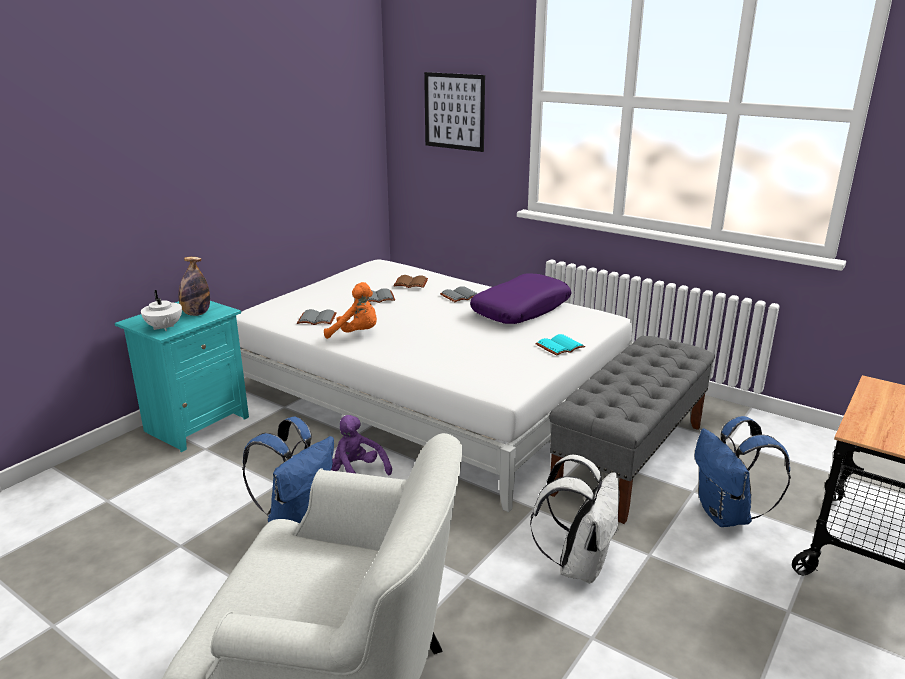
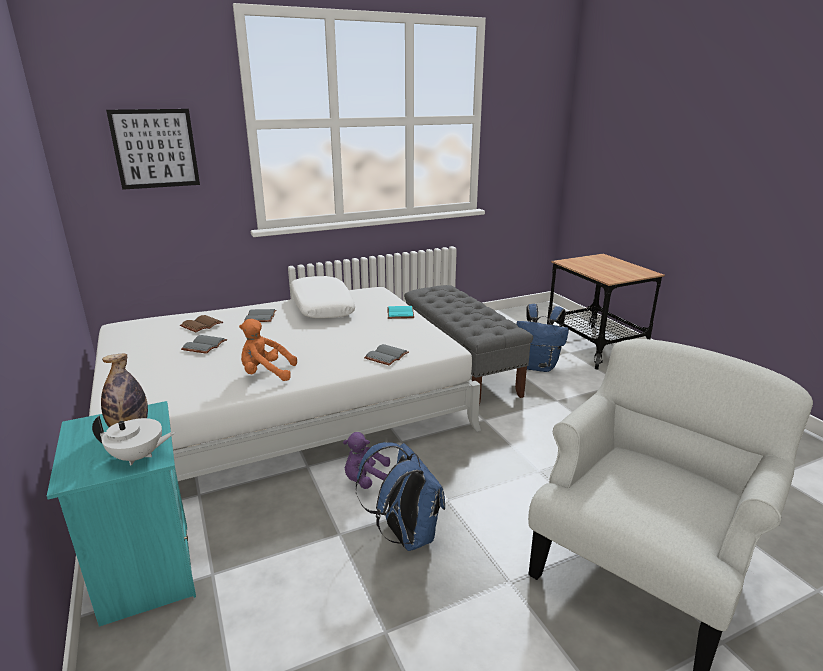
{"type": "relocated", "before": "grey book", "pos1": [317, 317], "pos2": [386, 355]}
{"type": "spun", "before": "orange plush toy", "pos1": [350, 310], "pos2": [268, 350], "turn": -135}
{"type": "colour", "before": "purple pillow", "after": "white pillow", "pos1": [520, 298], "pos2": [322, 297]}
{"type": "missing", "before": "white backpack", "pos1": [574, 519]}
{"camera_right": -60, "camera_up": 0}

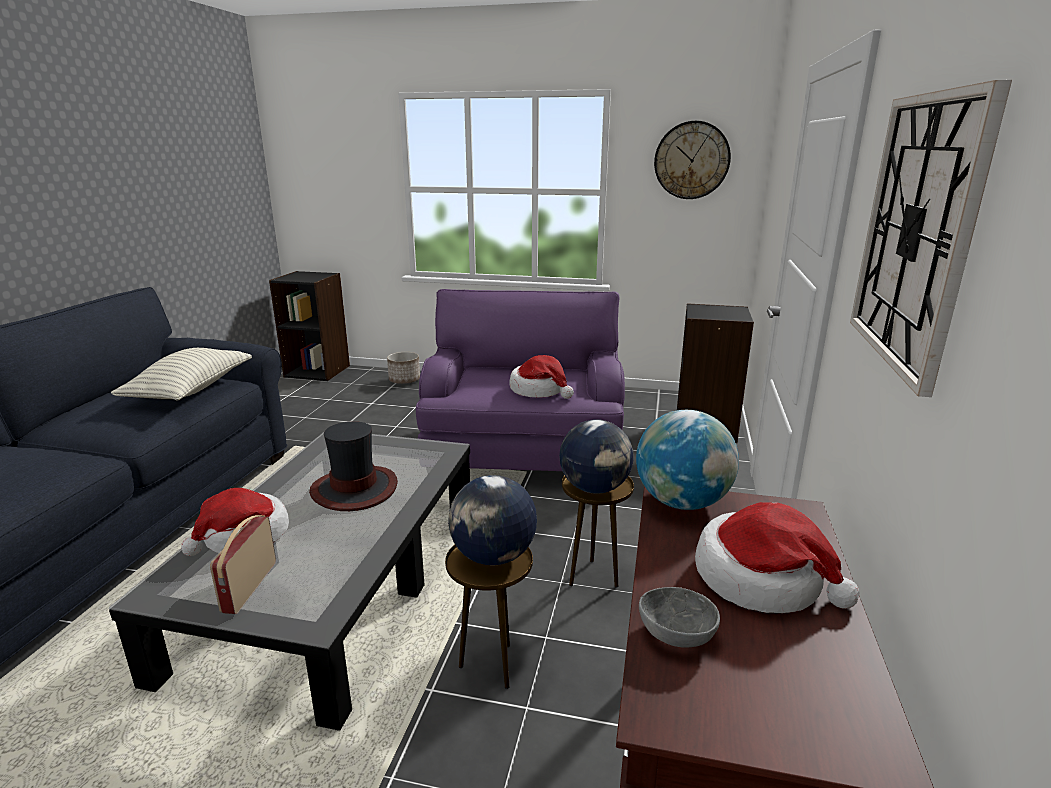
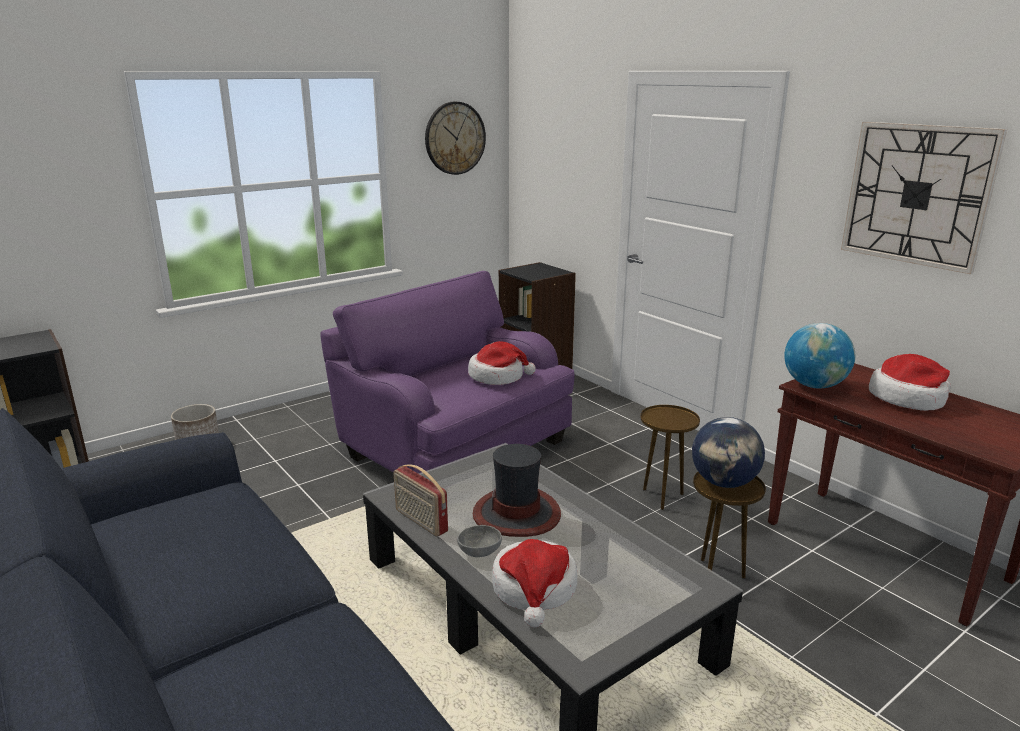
{"type": "missing", "before": "pillow", "pos1": [181, 374]}
{"type": "relocated", "before": "radio", "pos1": [243, 564], "pos2": [420, 500]}
{"type": "missing", "before": "globe", "pos1": [596, 456]}
{"type": "relocated", "before": "grey bowl", "pos1": [679, 617], "pos2": [479, 541]}
{"camera_right": -50, "camera_up": 0}

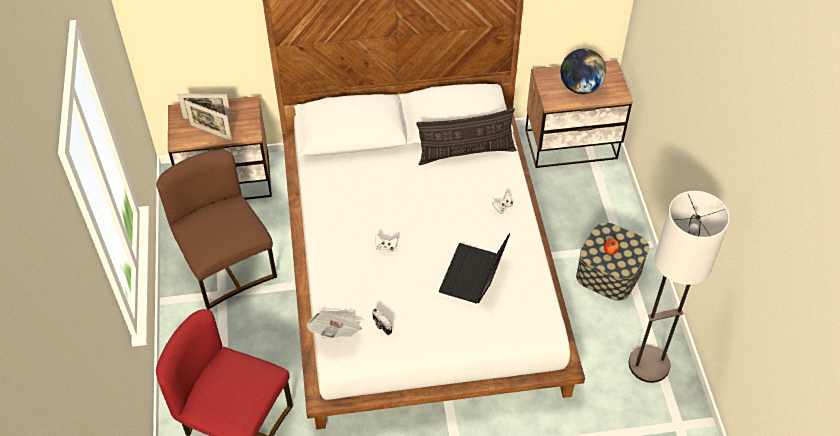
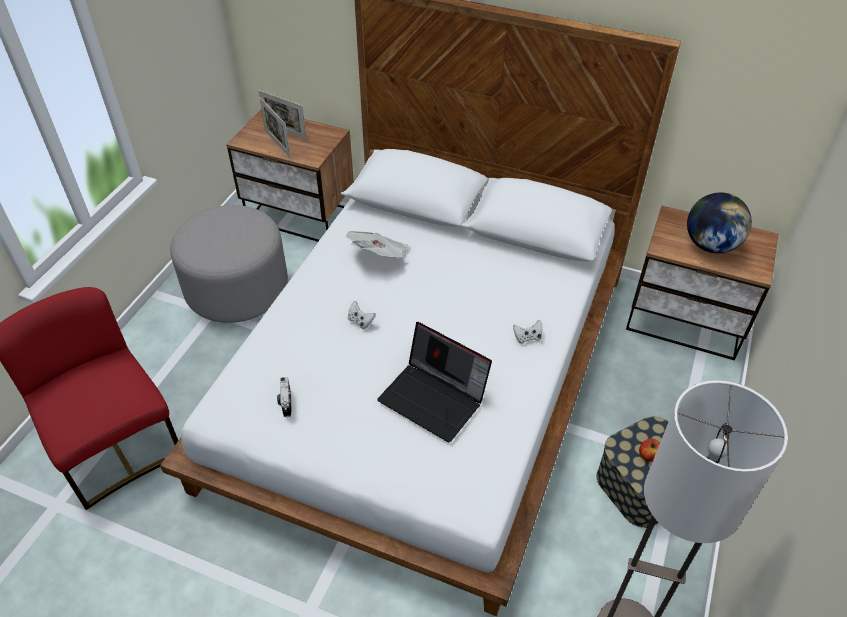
{"type": "exchanged", "before": "brown chair", "after": "grey ottoman", "pos1": [217, 230], "pos2": [229, 264]}
{"type": "relocated", "before": "newspaper", "pos1": [334, 324], "pos2": [377, 244]}
{"type": "missing", "before": "pillow", "pos1": [466, 136]}
{"type": "spun", "before": "laptop", "pos1": [474, 268], "pos2": [434, 382], "turn": -105}
{"camera_right": 30, "camera_up": -5}

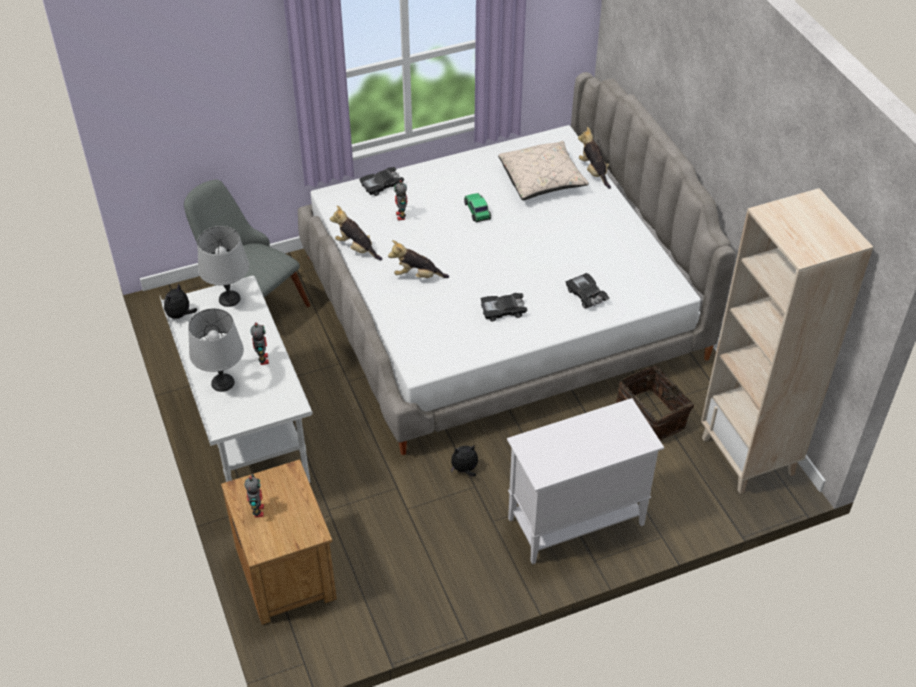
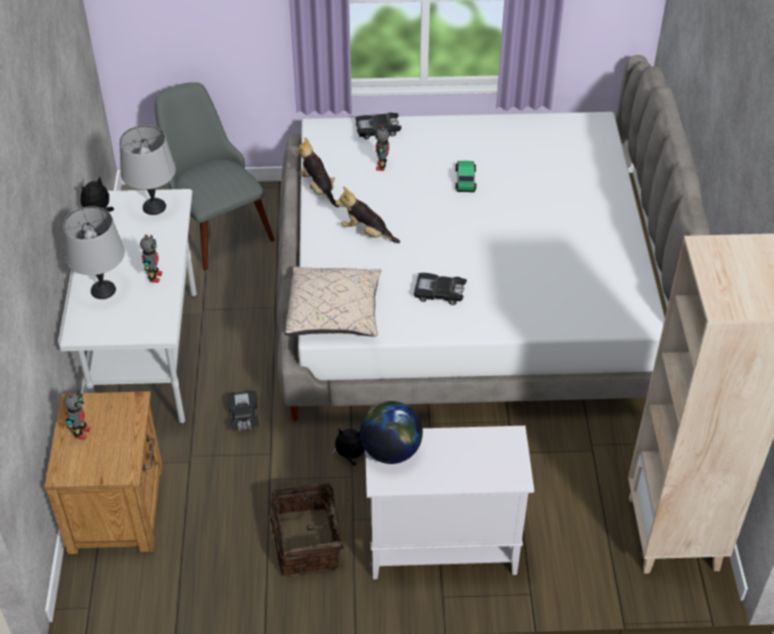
{"type": "relocated", "before": "beige pillow", "pos1": [543, 170], "pos2": [332, 302]}
{"type": "relocated", "before": "black toy car", "pos1": [588, 291], "pos2": [242, 410]}
{"type": "missing", "before": "plush toy", "pos1": [594, 158]}
{"type": "relocated", "before": "basket", "pos1": [655, 402], "pos2": [309, 530]}
{"type": "appeared", "after": "globe", "pos2": [391, 432]}
{"camera_right": 20, "camera_up": 0}

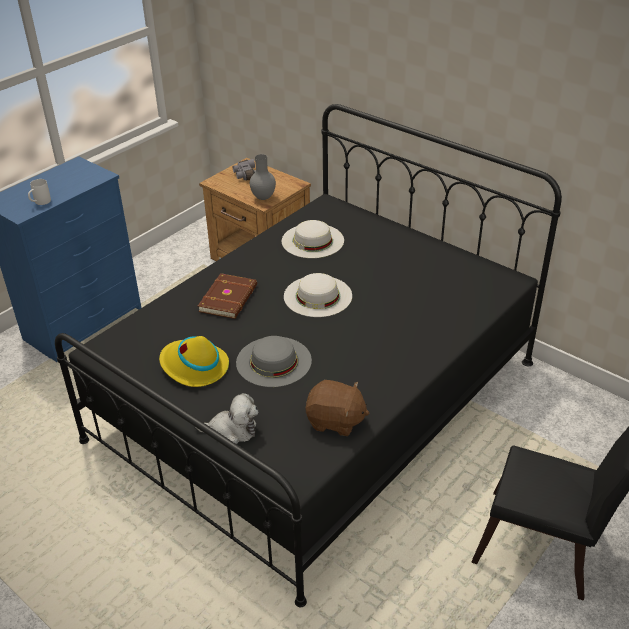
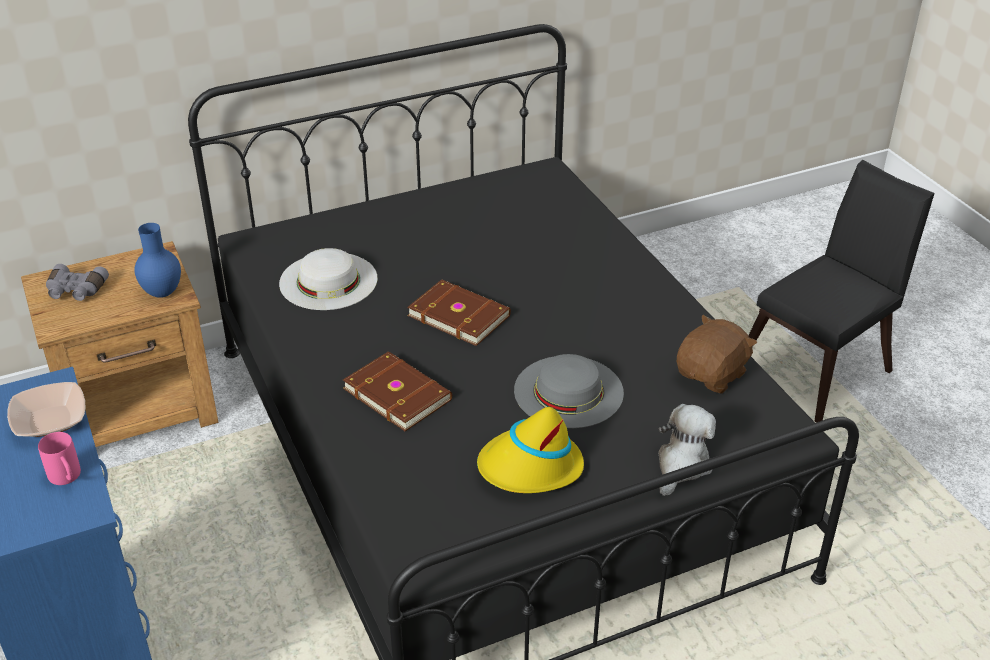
{"type": "colour", "before": "white mug", "after": "pink mug", "pos1": [39, 192], "pos2": [59, 458]}
{"type": "colour", "before": "grey vase", "after": "blue vase", "pos1": [263, 177], "pos2": [157, 260]}
{"type": "exchanged", "before": "white hat", "after": "brown book", "pos1": [318, 295], "pos2": [459, 313]}
{"type": "appeared", "after": "bowl", "pos2": [46, 409]}
{"camera_right": -65, "camera_up": 0}

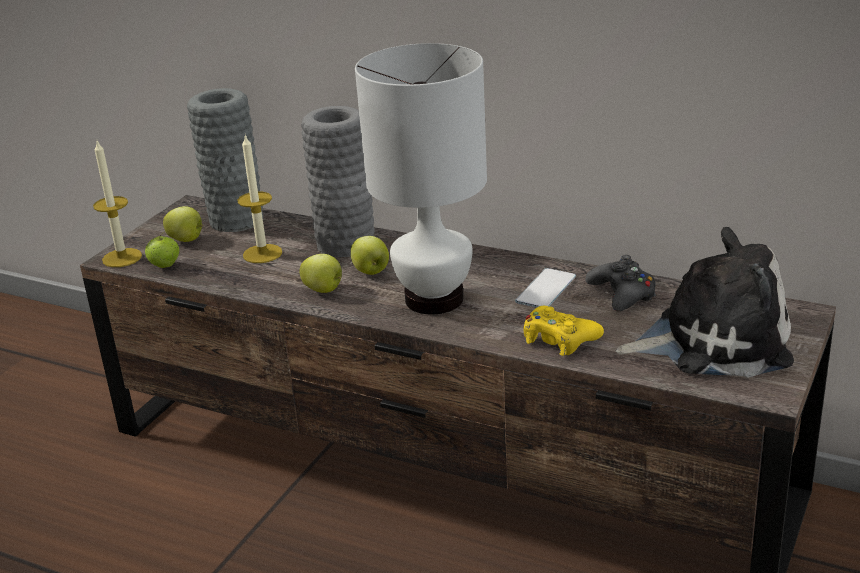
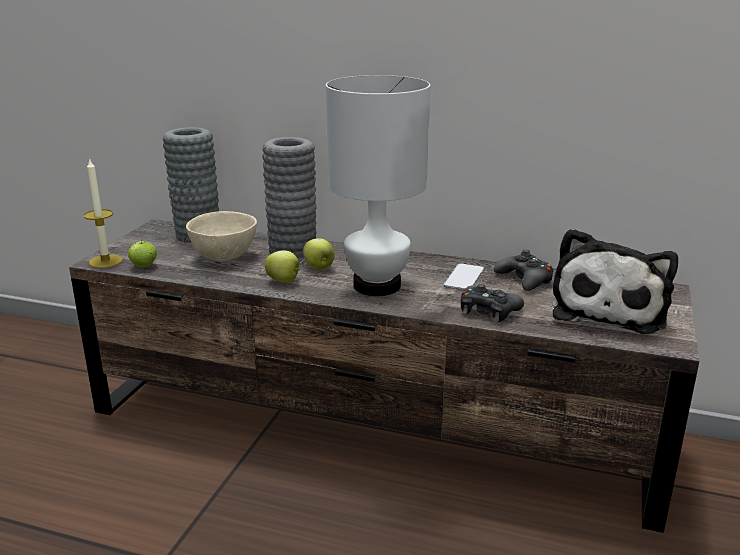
{"type": "missing", "before": "apple", "pos1": [183, 224]}
{"type": "exchanged", "before": "candle", "after": "beige bowl", "pos1": [260, 199], "pos2": [221, 236]}
{"type": "colour", "before": "yellow game controller", "after": "black game controller", "pos1": [564, 331], "pos2": [492, 303]}
{"type": "spun", "before": "plush toy", "pos1": [705, 302], "pos2": [615, 281], "turn": 120}
{"camera_right": -10, "camera_up": -5}

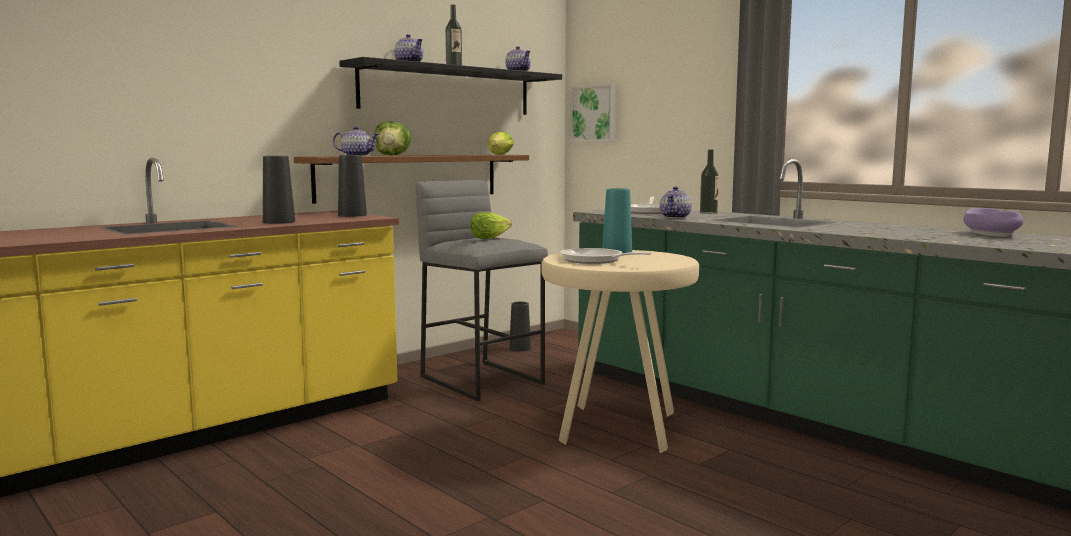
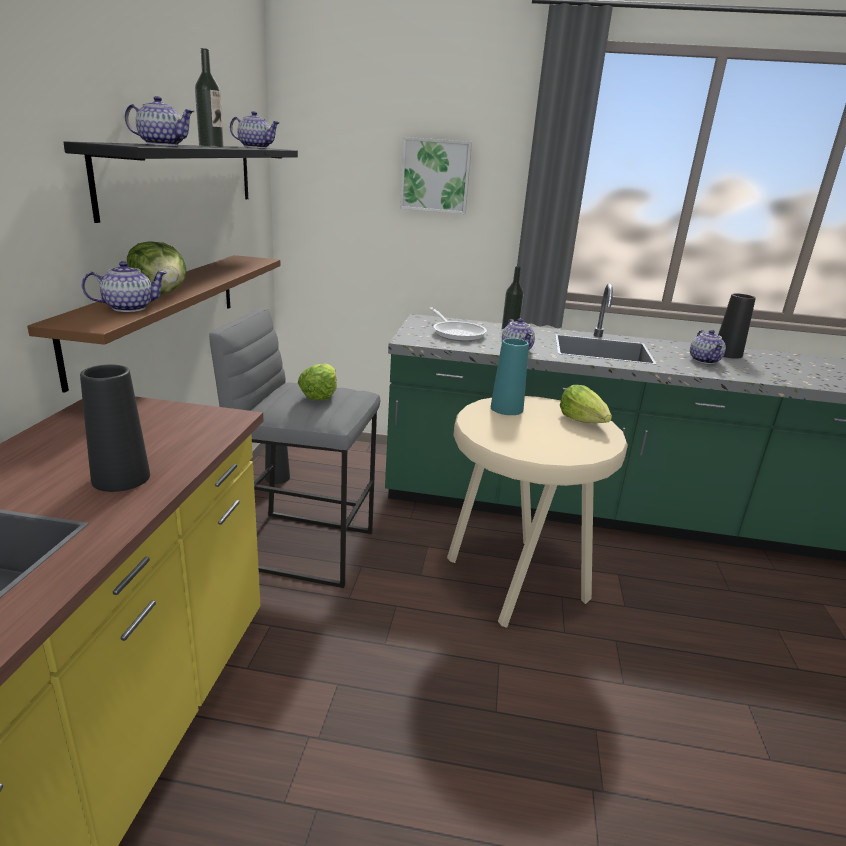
{"type": "relocated", "before": "black vase", "pos1": [352, 186], "pos2": [737, 326]}
{"type": "relocated", "before": "lettuce", "pos1": [501, 143], "pos2": [586, 404]}
{"type": "missing", "before": "frying pan", "pos1": [605, 256]}
{"type": "relocated", "before": "picture", "pos1": [593, 113], "pos2": [436, 175]}
{"type": "missing", "before": "purple bowl", "pos1": [993, 222]}
{"type": "appeared", "after": "teapot", "pos2": [708, 347]}
{"camera_right": -40, "camera_up": 15}

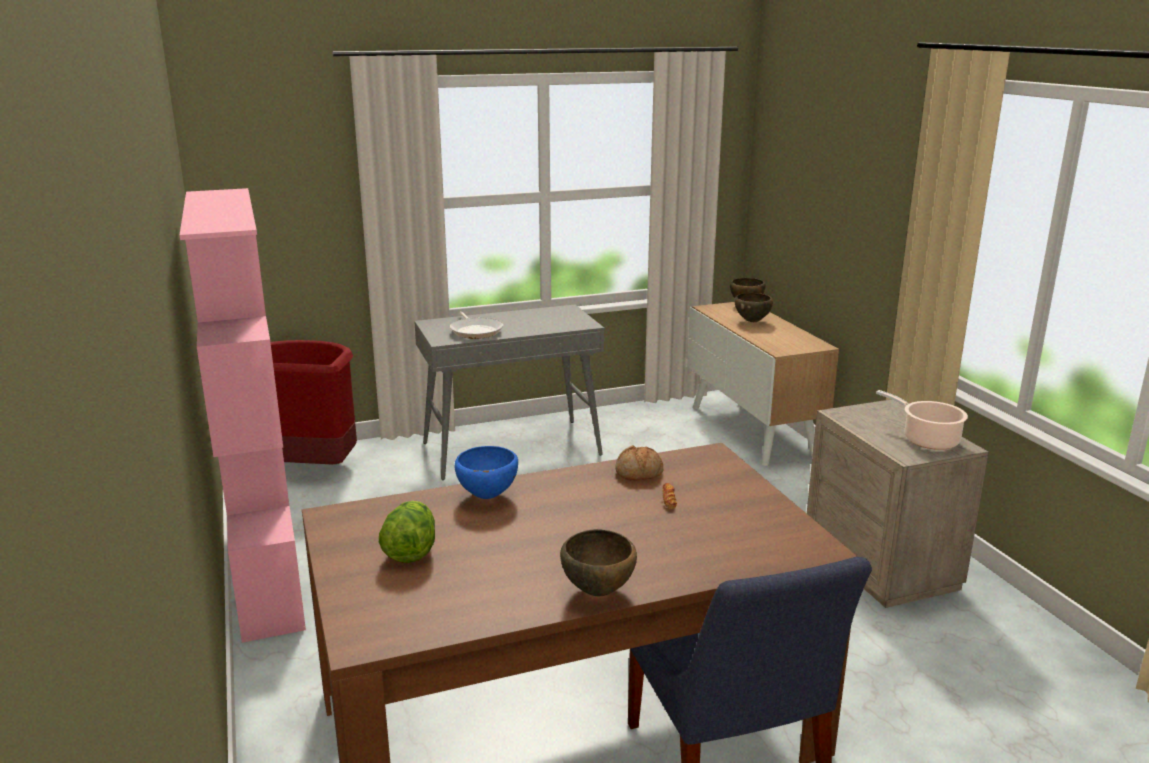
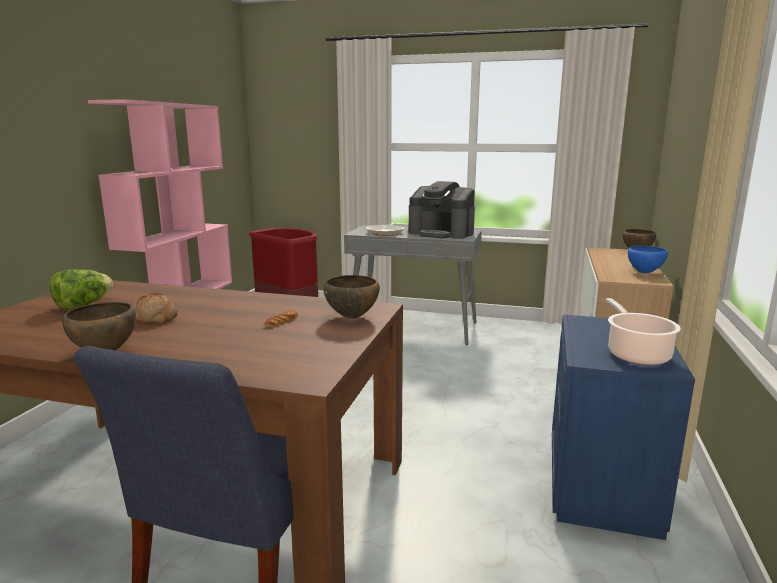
{"type": "relocated", "before": "blue bowl", "pos1": [486, 472], "pos2": [648, 259]}
{"type": "relocated", "before": "bread", "pos1": [639, 462], "pos2": [155, 308]}
{"type": "relocated", "before": "brown bowl", "pos1": [754, 307], "pos2": [351, 297]}
{"type": "colour", "before": "beige nightstand", "after": "blue nightstand", "pos1": [898, 503], "pos2": [623, 427]}
{"type": "appeared", "after": "coffee machine", "pos2": [442, 210]}
{"camera_right": 35, "camera_up": -5}

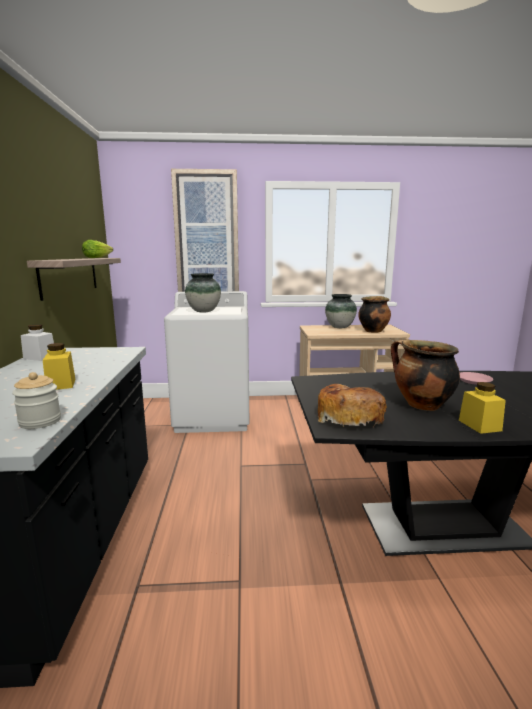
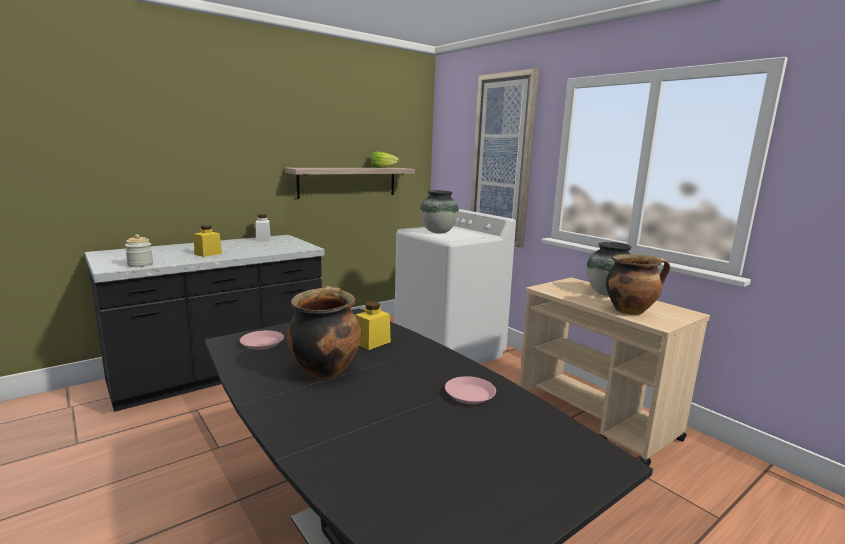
{"type": "exchanged", "before": "bread", "after": "pink plate", "pos1": [352, 406], "pos2": [262, 340]}
{"type": "relocated", "before": "yellow jar", "pos1": [482, 408], "pos2": [373, 325]}
{"camera_right": 55, "camera_up": 0}

